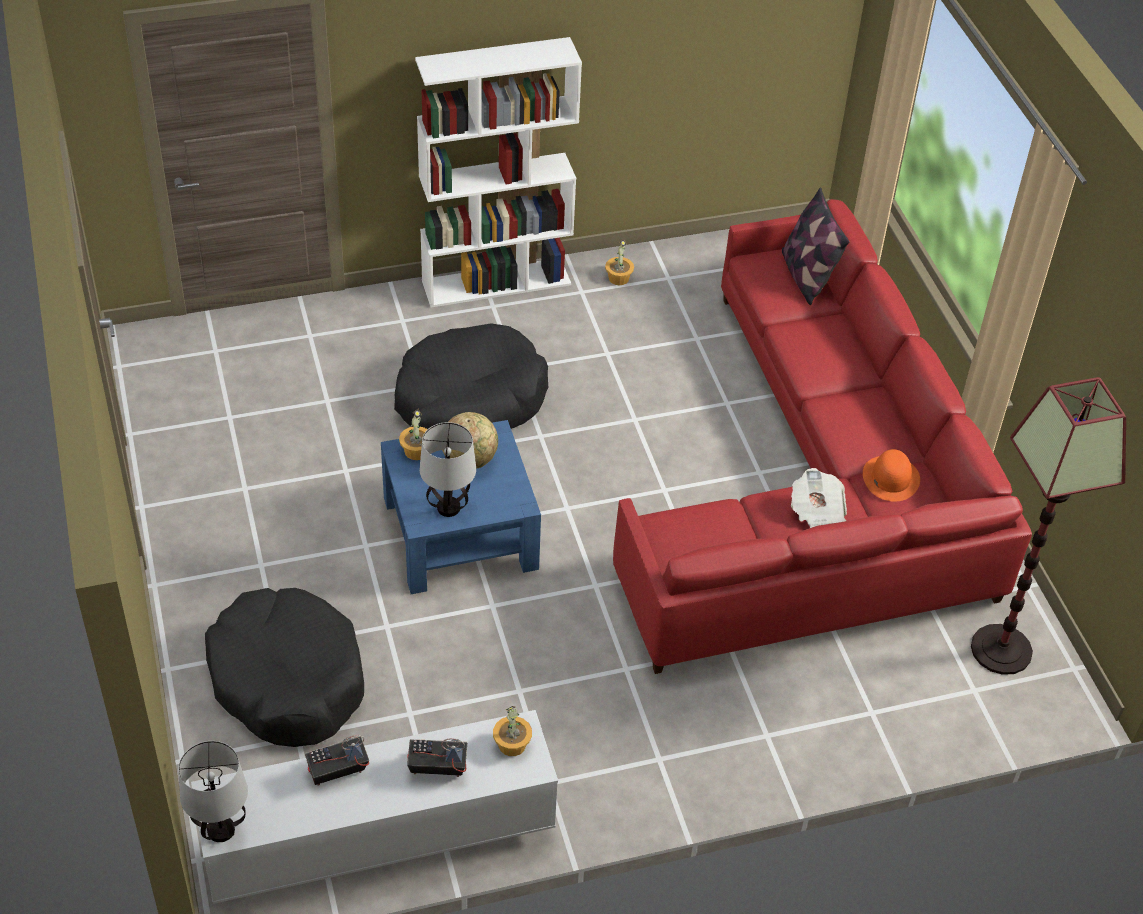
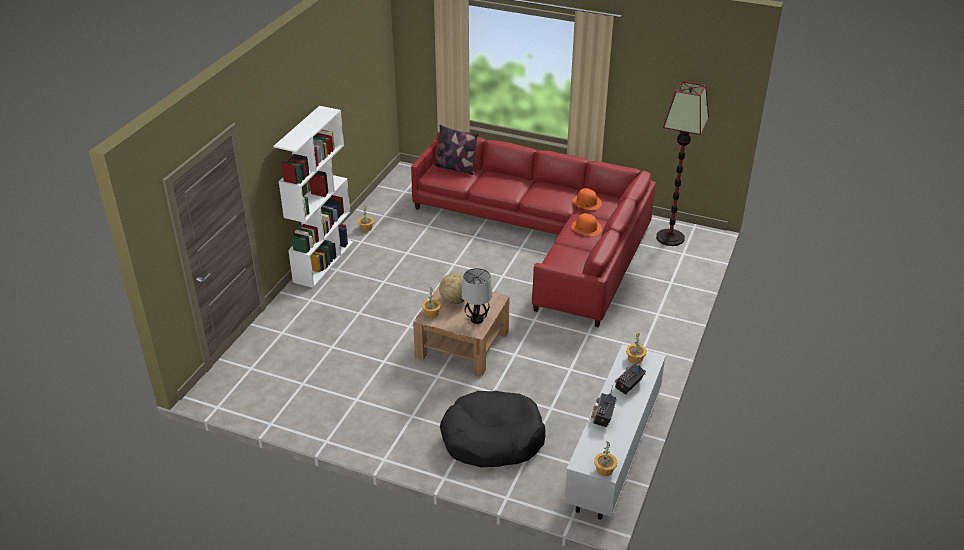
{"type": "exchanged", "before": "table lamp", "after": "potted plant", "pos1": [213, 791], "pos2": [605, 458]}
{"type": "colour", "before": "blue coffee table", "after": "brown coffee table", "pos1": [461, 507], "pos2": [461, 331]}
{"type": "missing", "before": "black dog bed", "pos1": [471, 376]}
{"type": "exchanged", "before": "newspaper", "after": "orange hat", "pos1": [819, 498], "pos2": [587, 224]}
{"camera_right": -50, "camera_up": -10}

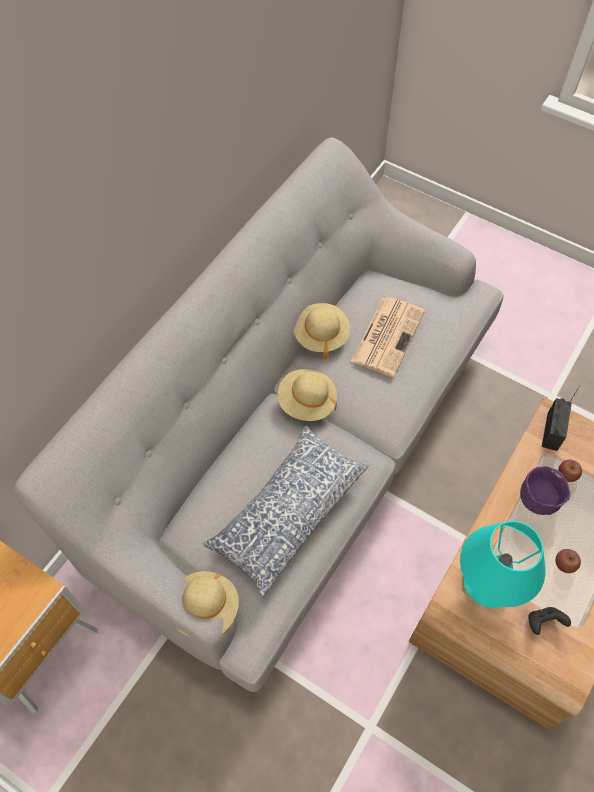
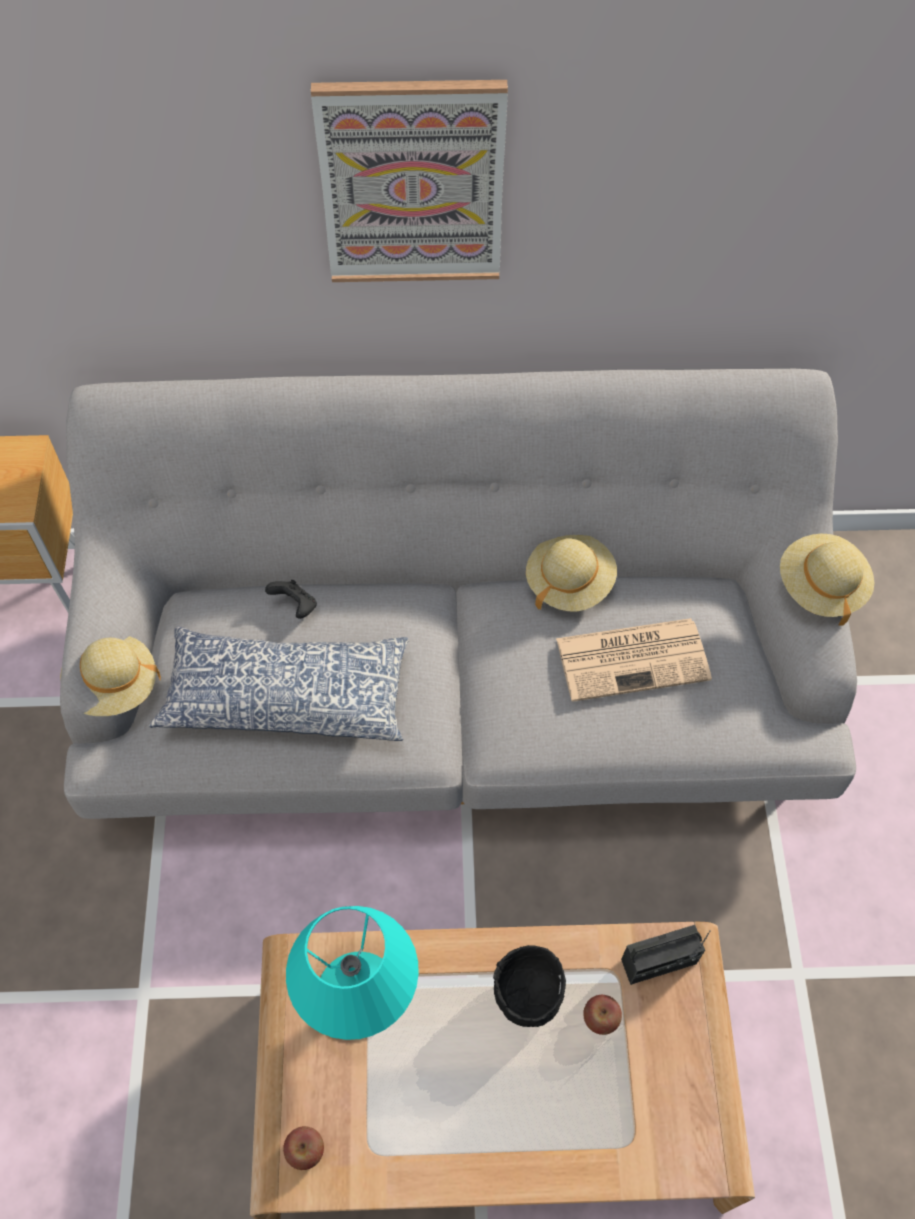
{"type": "relocated", "before": "beige hat", "pos1": [307, 395], "pos2": [827, 579]}
{"type": "colour", "before": "purple bowl", "after": "black bowl", "pos1": [545, 490], "pos2": [529, 986]}
{"type": "relocated", "before": "black game controller", "pos1": [549, 621], "pos2": [291, 599]}
{"type": "relocated", "before": "apple", "pos1": [568, 561], "pos2": [303, 1148]}
{"type": "appeared", "after": "picture", "pos2": [409, 181]}
{"camera_right": 55, "camera_up": 0}

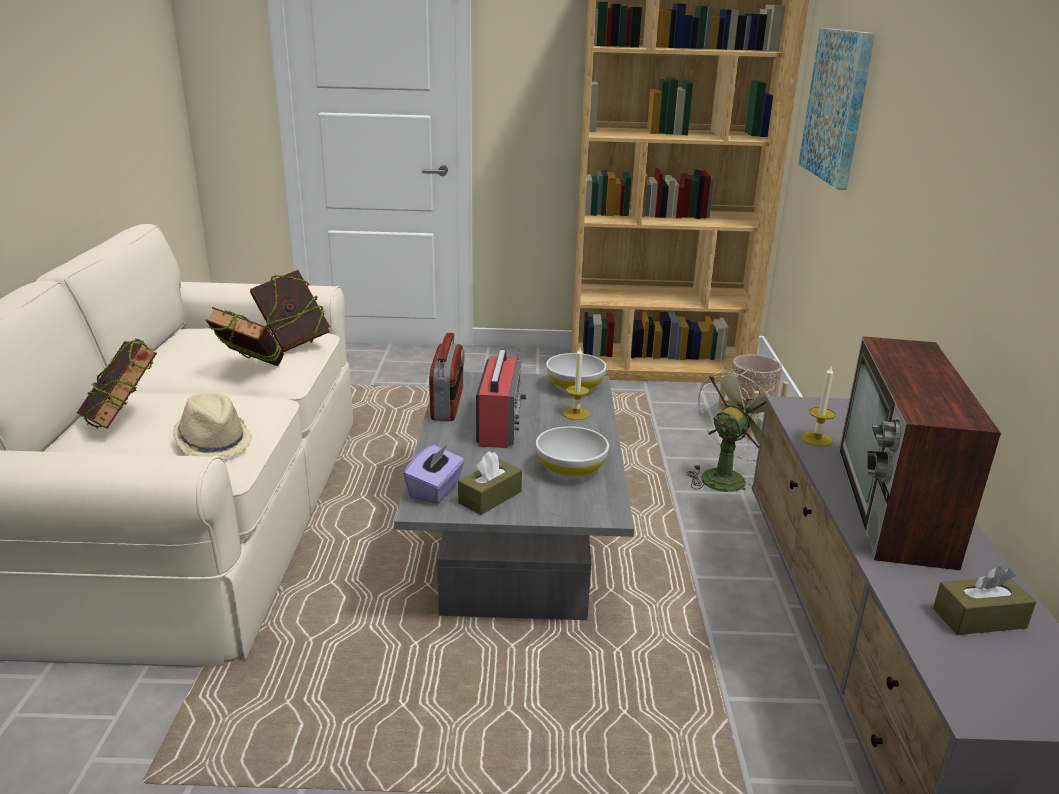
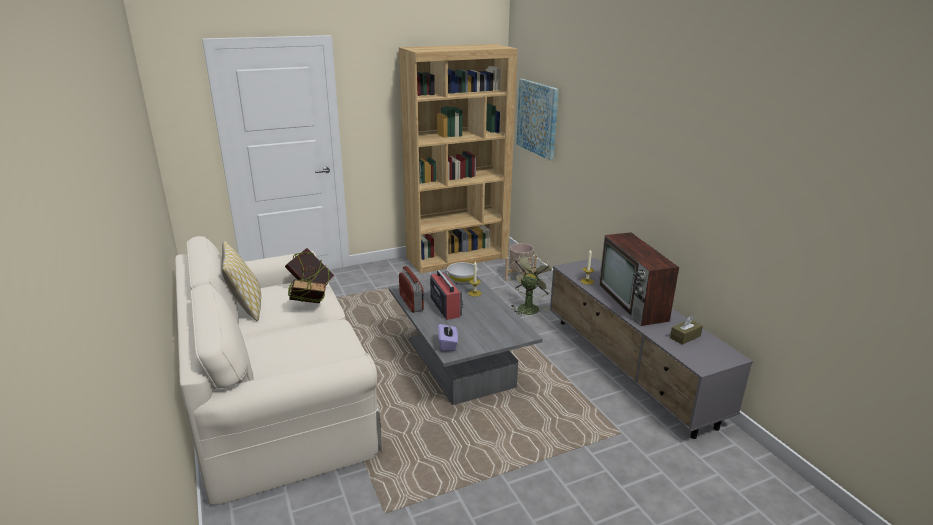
{"type": "missing", "before": "book", "pos1": [117, 383]}
{"type": "missing", "before": "beige hat", "pos1": [212, 425]}
{"type": "missing", "before": "brown tissue box", "pos1": [490, 483]}
{"type": "missing", "before": "white bowl", "pos1": [572, 453]}
{"type": "appeared", "after": "pillow", "pos2": [241, 281]}
{"camera_right": -25, "camera_up": 0}

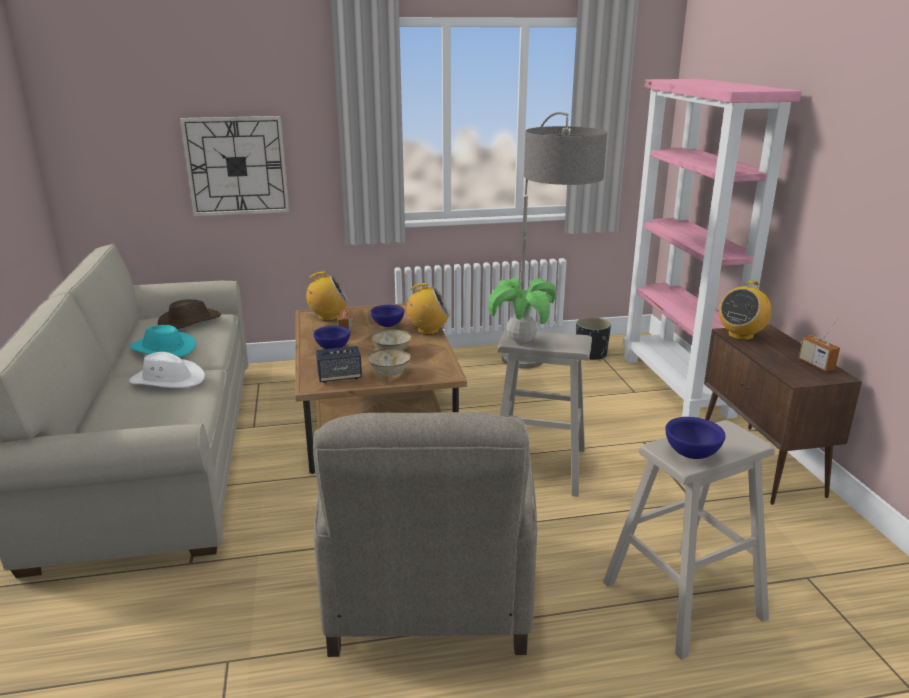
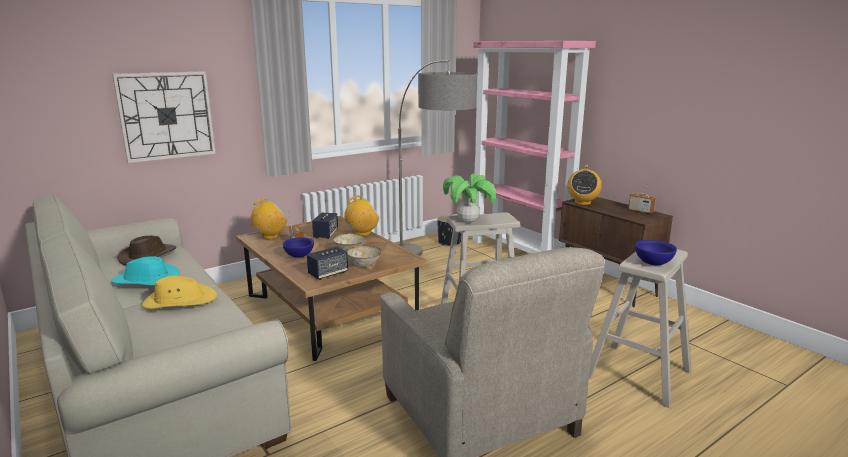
{"type": "colour", "before": "white hat", "after": "yellow hat", "pos1": [167, 370], "pos2": [179, 292]}
{"type": "exchanged", "before": "blue bowl", "after": "speaker", "pos1": [387, 316], "pos2": [325, 226]}
{"camera_right": -25, "camera_up": -5}

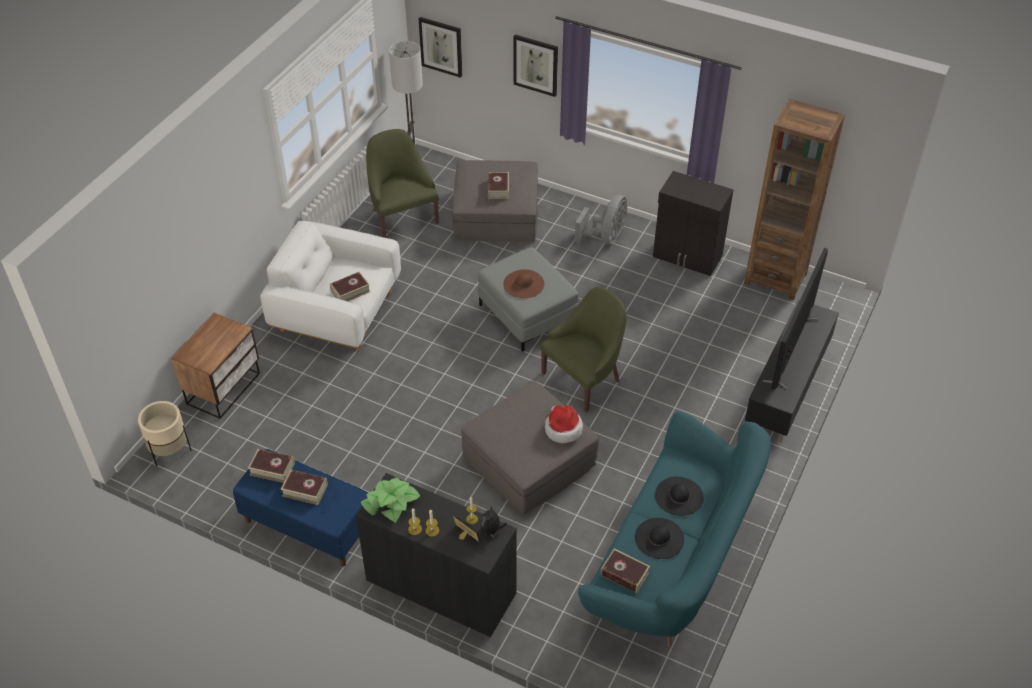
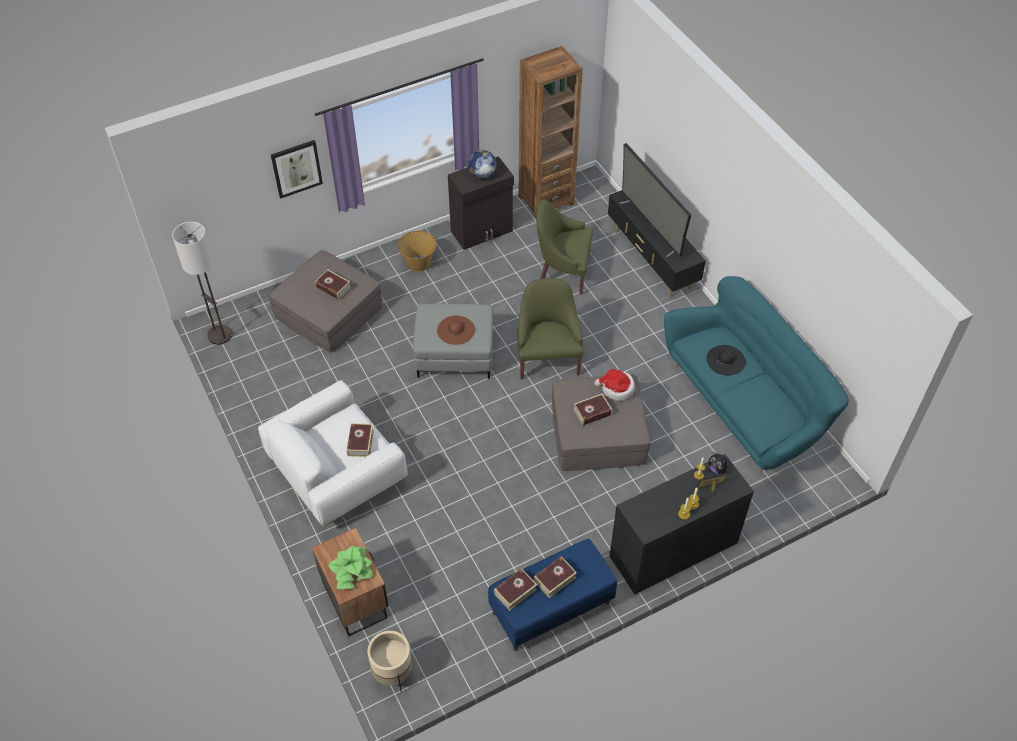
{"type": "relocated", "before": "potted plant", "pos1": [390, 500], "pos2": [351, 567]}
{"type": "relocated", "before": "green armchair", "pos1": [402, 183], "pos2": [564, 247]}
{"type": "missing", "before": "picture", "pos1": [440, 47]}
{"type": "exchanged", "before": "grey fan", "after": "basket", "pos1": [601, 219], "pos2": [417, 251]}
{"type": "relocated", "before": "book", "pos1": [625, 571], "pos2": [592, 410]}
{"type": "missing", "before": "black hat", "pos1": [659, 538]}
{"type": "appeared", "after": "globe", "pos2": [482, 164]}
{"camera_right": -55, "camera_up": 5}

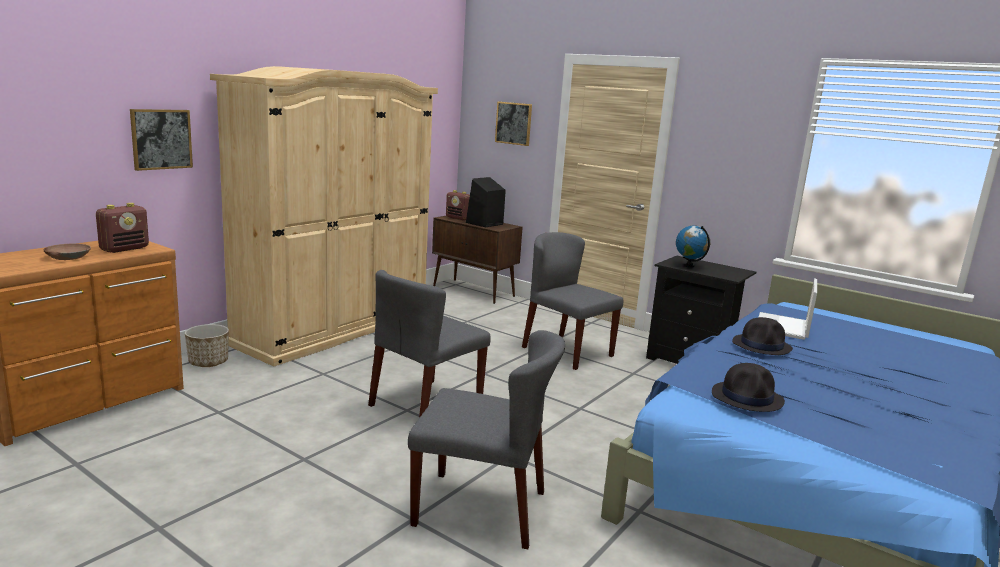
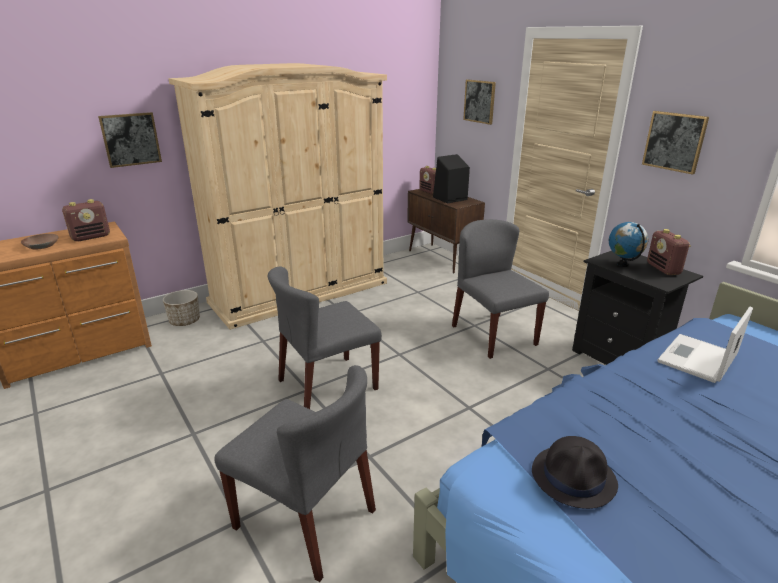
{"type": "missing", "before": "black hat", "pos1": [762, 336]}
{"type": "appeared", "after": "picture", "pos2": [675, 143]}
{"type": "appeared", "after": "radio", "pos2": [669, 252]}
{"camera_right": 20, "camera_up": 10}

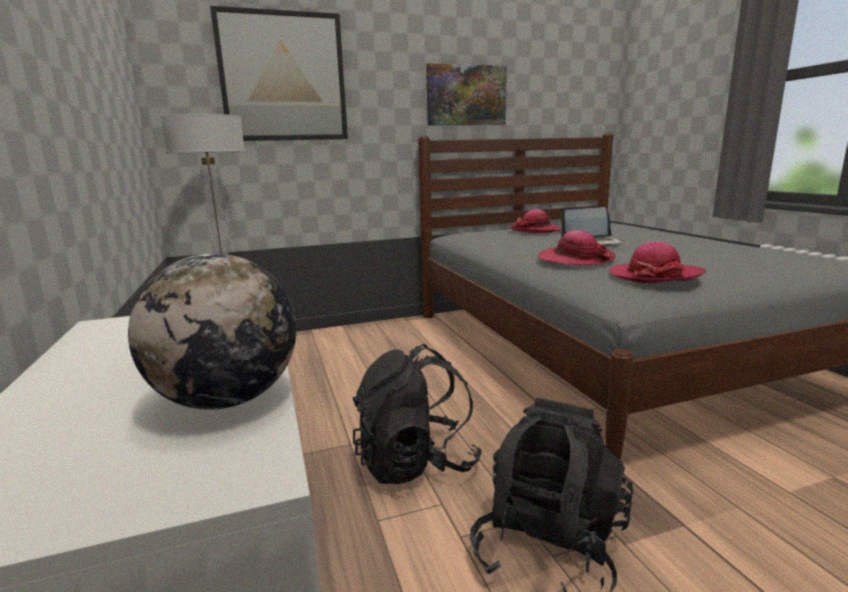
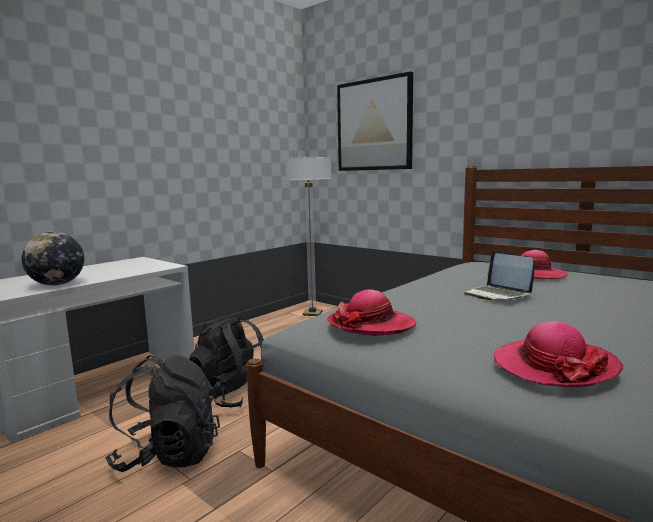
{"type": "missing", "before": "picture", "pos1": [466, 94]}
{"type": "relocated", "before": "hat", "pos1": [577, 247], "pos2": [559, 354]}
{"camera_right": 60, "camera_up": -5}

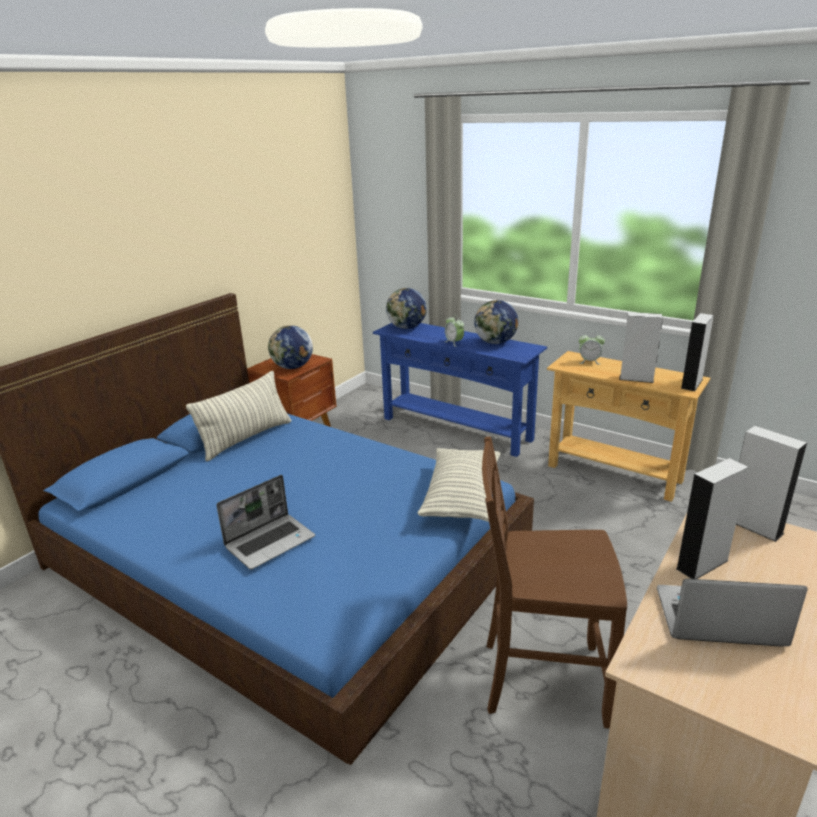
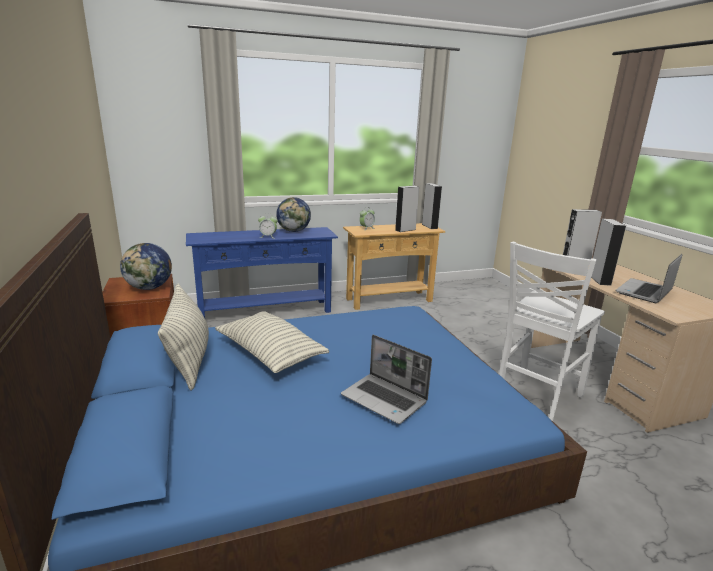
{"type": "spun", "before": "laptop", "pos1": [265, 522], "pos2": [386, 379], "turn": 135}
{"type": "missing", "before": "globe", "pos1": [406, 308]}
{"type": "relocated", "before": "pillow", "pos1": [459, 485], "pos2": [272, 342]}
{"type": "colour", "before": "brown chair", "after": "white chair", "pos1": [554, 582], "pos2": [552, 331]}
{"camera_right": -55, "camera_up": -5}

